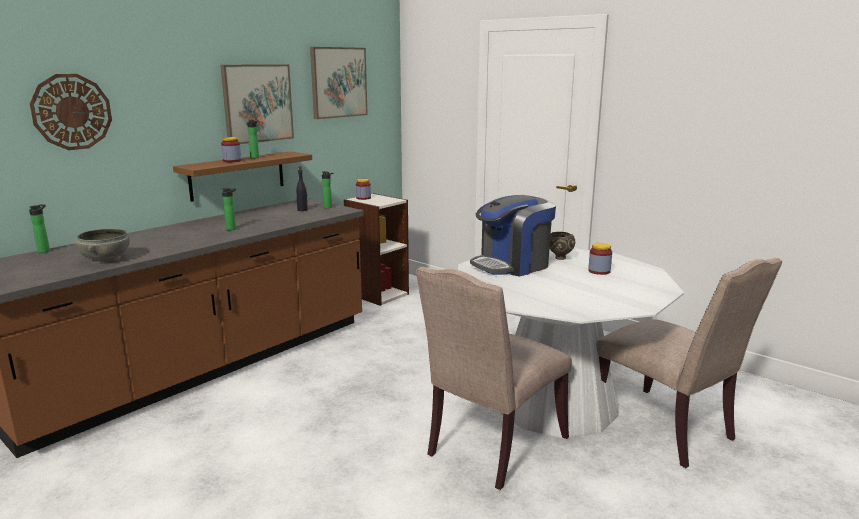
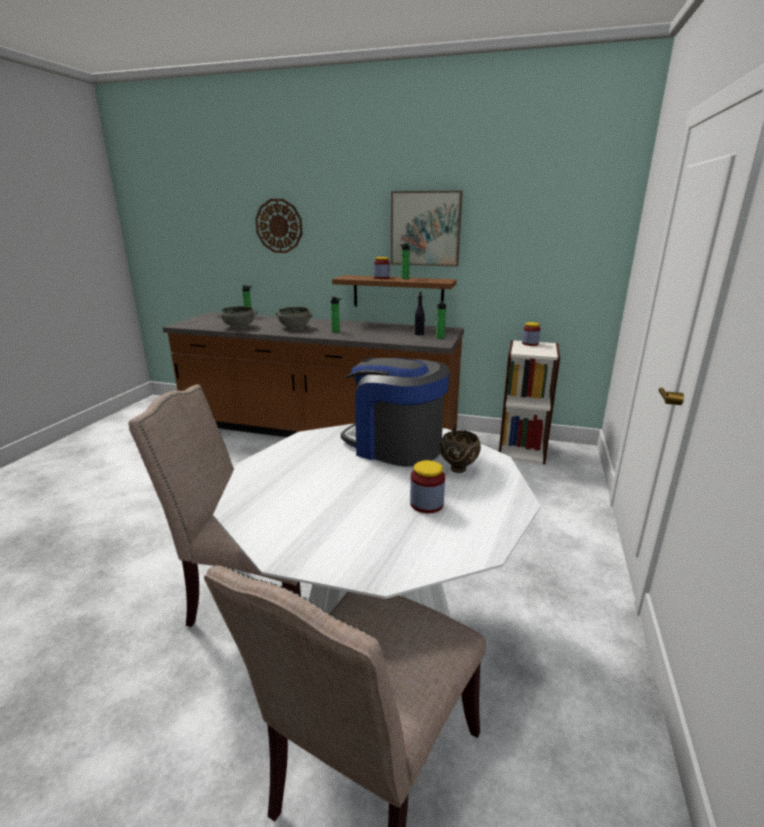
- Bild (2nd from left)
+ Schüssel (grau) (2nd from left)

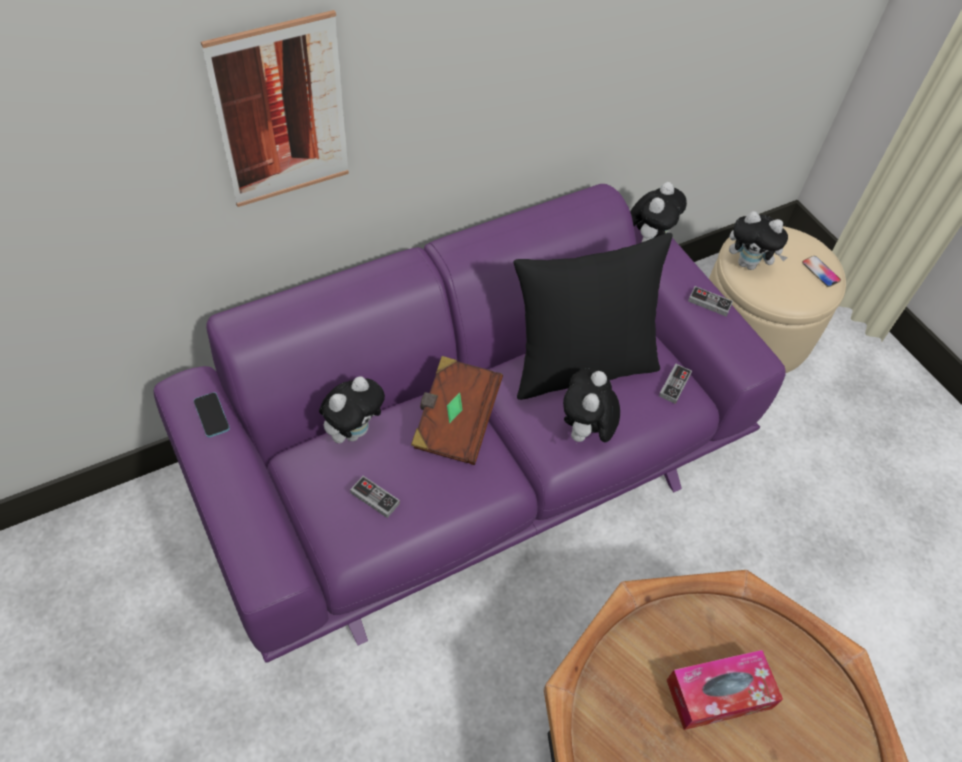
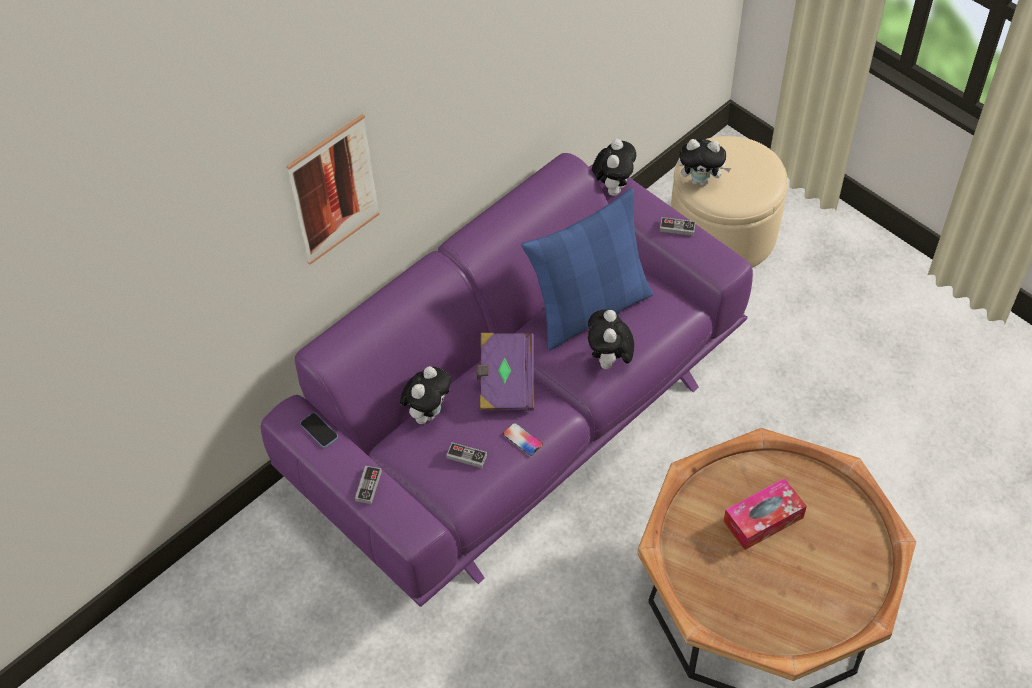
~ Buch (braun) to Buch (lila)
~ Kissen (schwarz) to Kissen (blau)
~ Gamepad (2nd from left in the first image) to Gamepad (1st from left)
~ Handy (2nd from left)

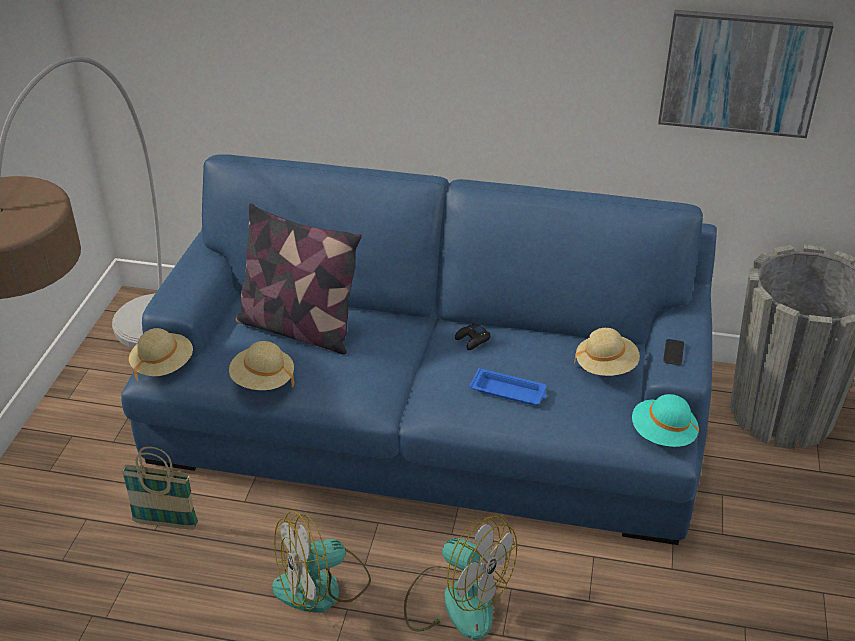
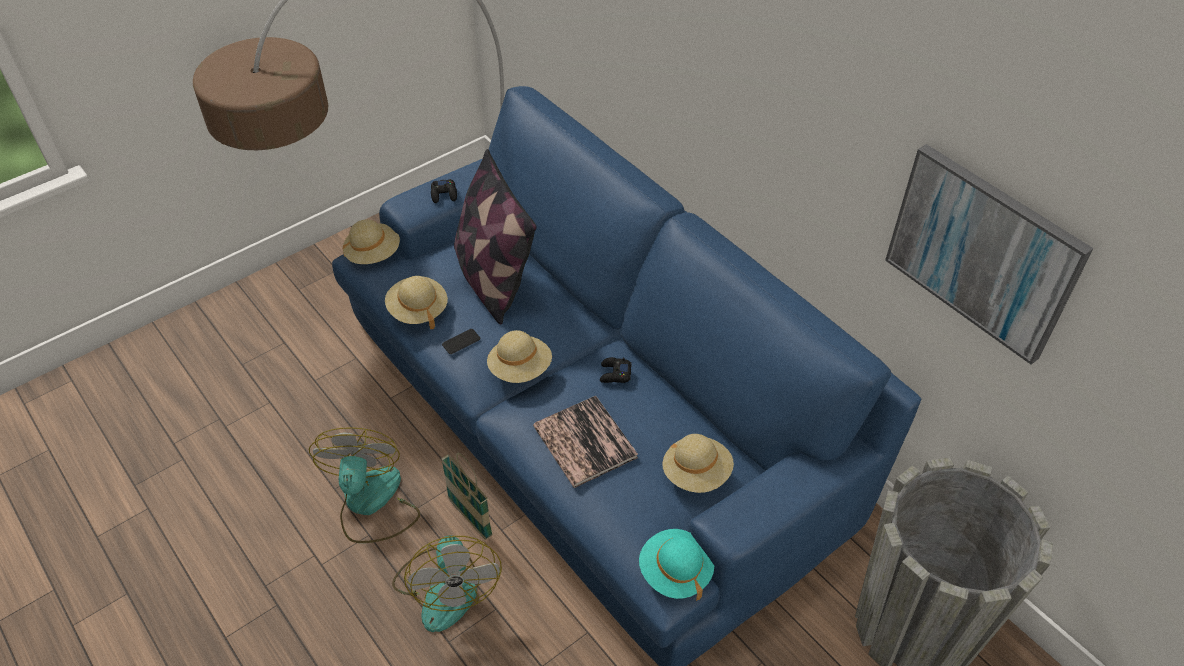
~ Korb
~ Ventilator (1st from left) 75 degrees clockwise
~ Tablett (blau) to Buch
~ Handy
+ Gamepad (schwarz) (1st from left)
+ Hut (beige) (3rd from left)

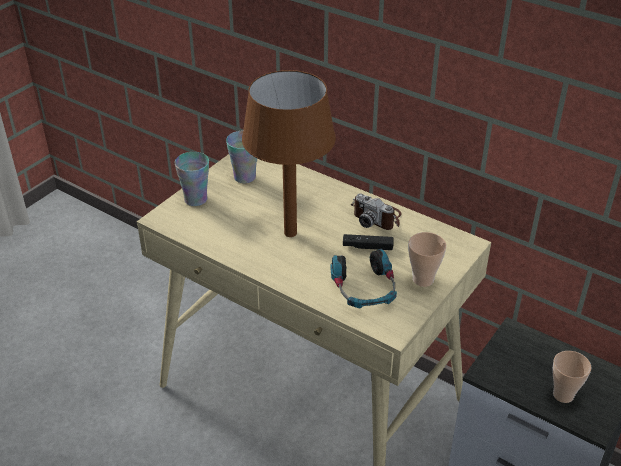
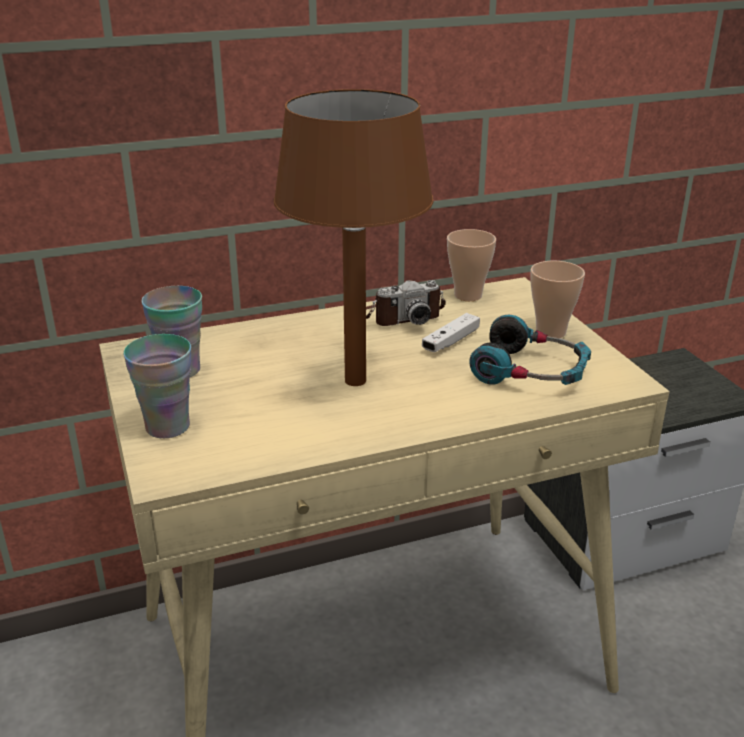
~ Gamepad (schwarz) to Gamepad (weiß)
~ Tasse (4th from left in the first image) to Tasse (3rd from left)

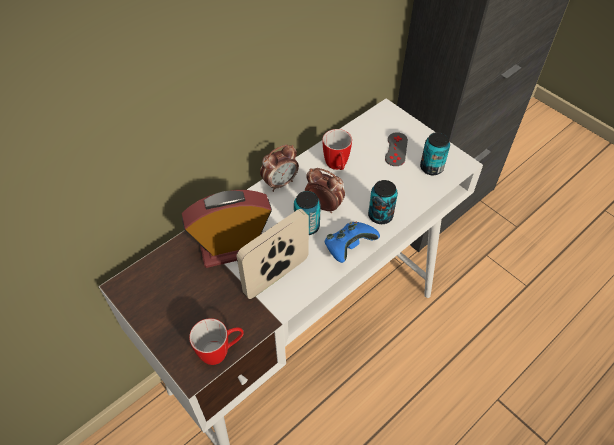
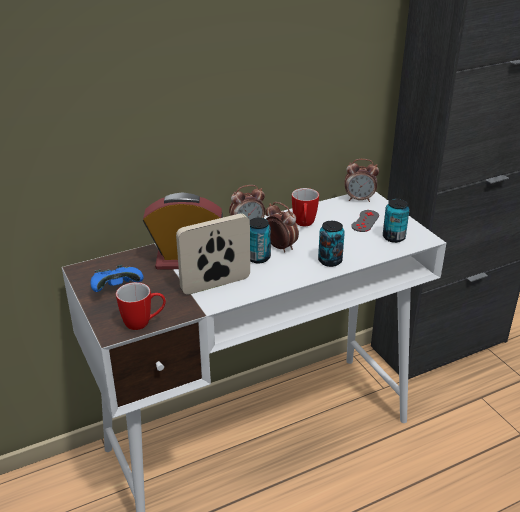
~ Gamepad (blau)
+ Wecker (4th from left)

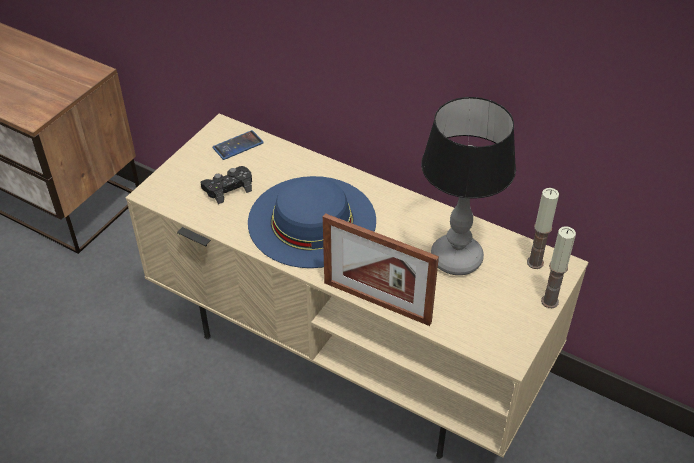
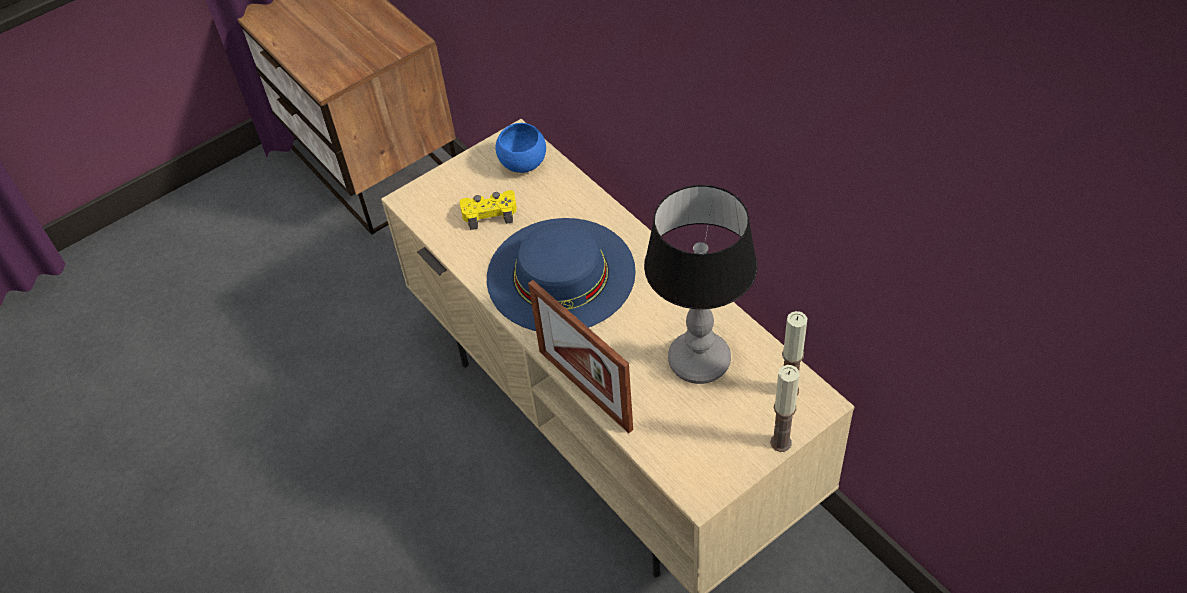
~ Gamepad (schwarz) to Gamepad (gelb)
~ Handy to Schüssel (blau)

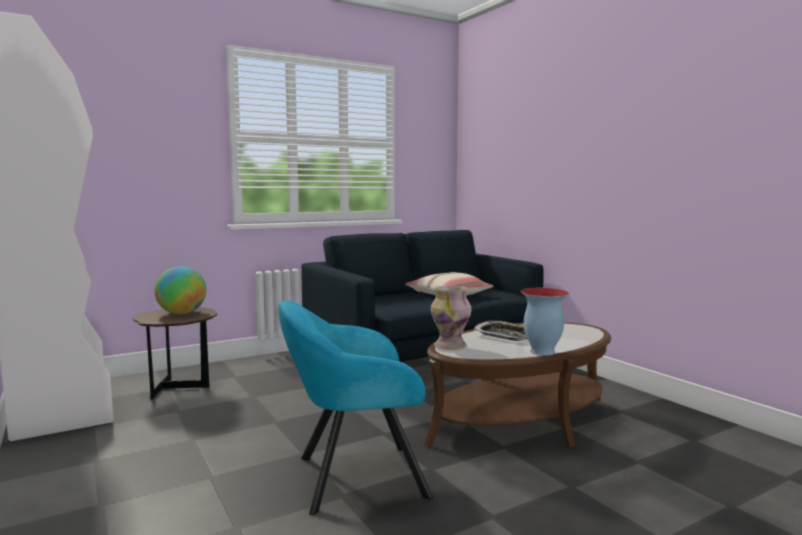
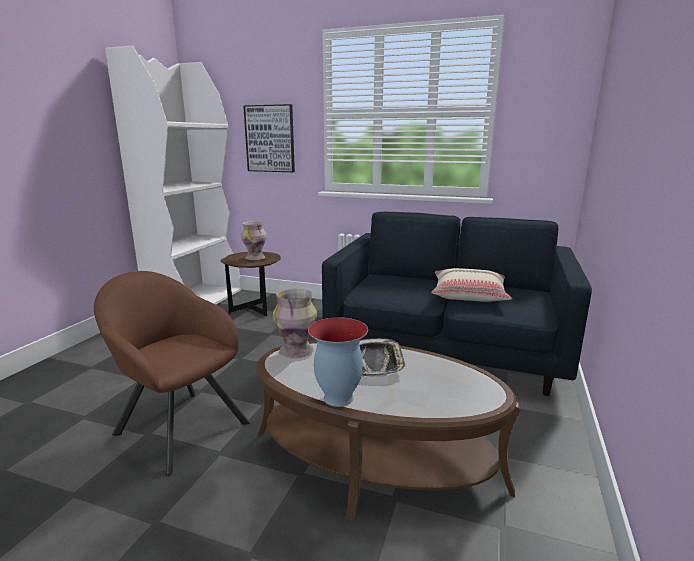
~ Globus to Vase (1st from left)
~ Sessel (türkis) to Sessel (braun)
+ Bild

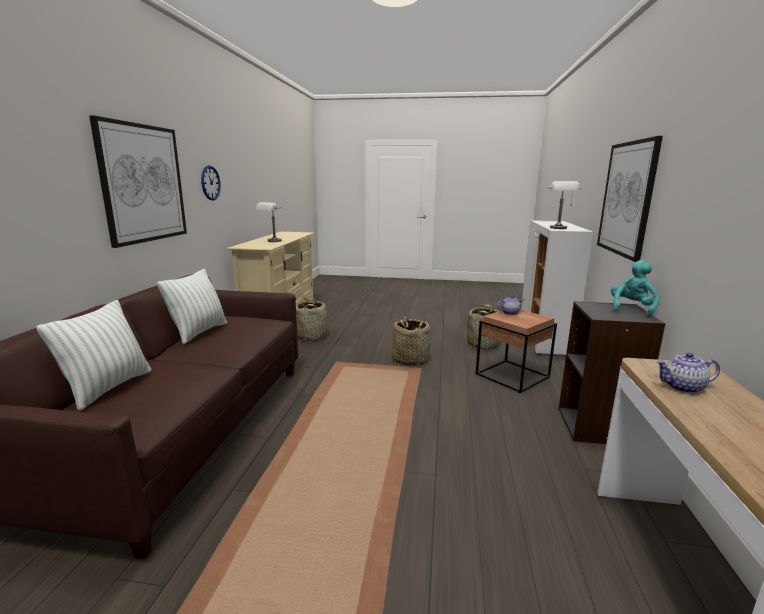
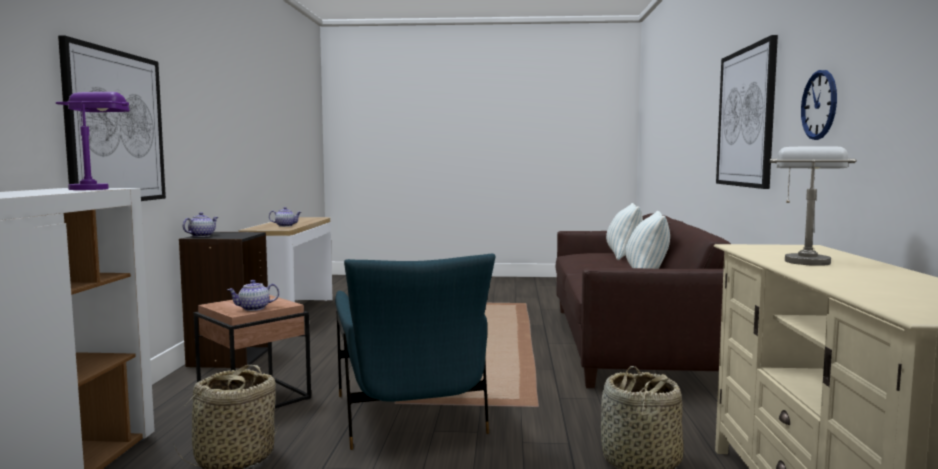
~ Korb (2nd from left) to Sessel (blau)
~ Tischlampe (grau) (2nd from left) to Tischlampe (lila)
~ Plüschtier (türkis) to Teekanne (1st from left)

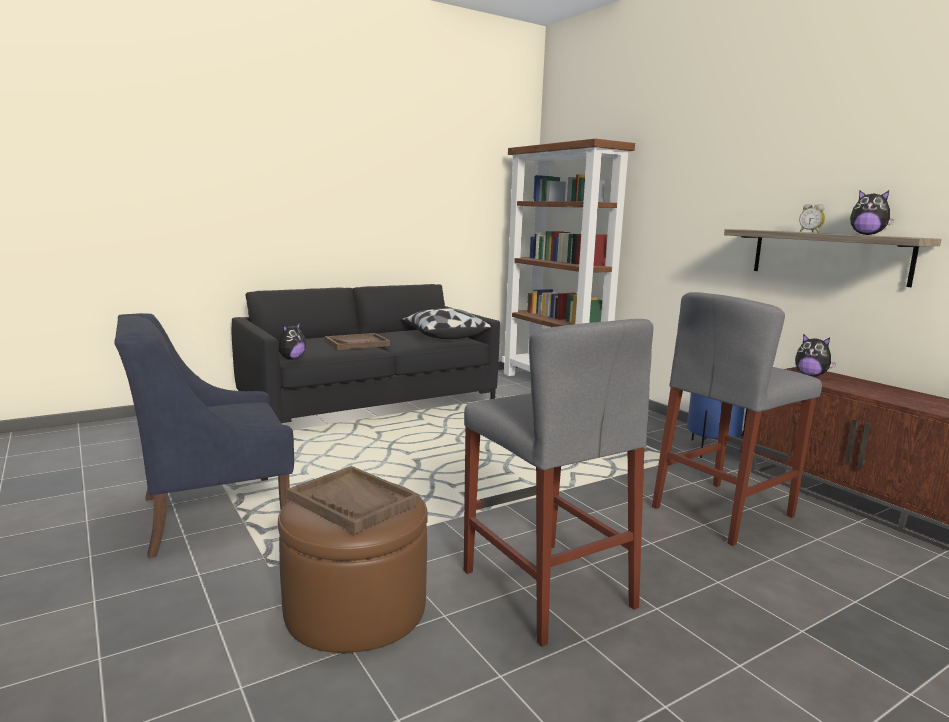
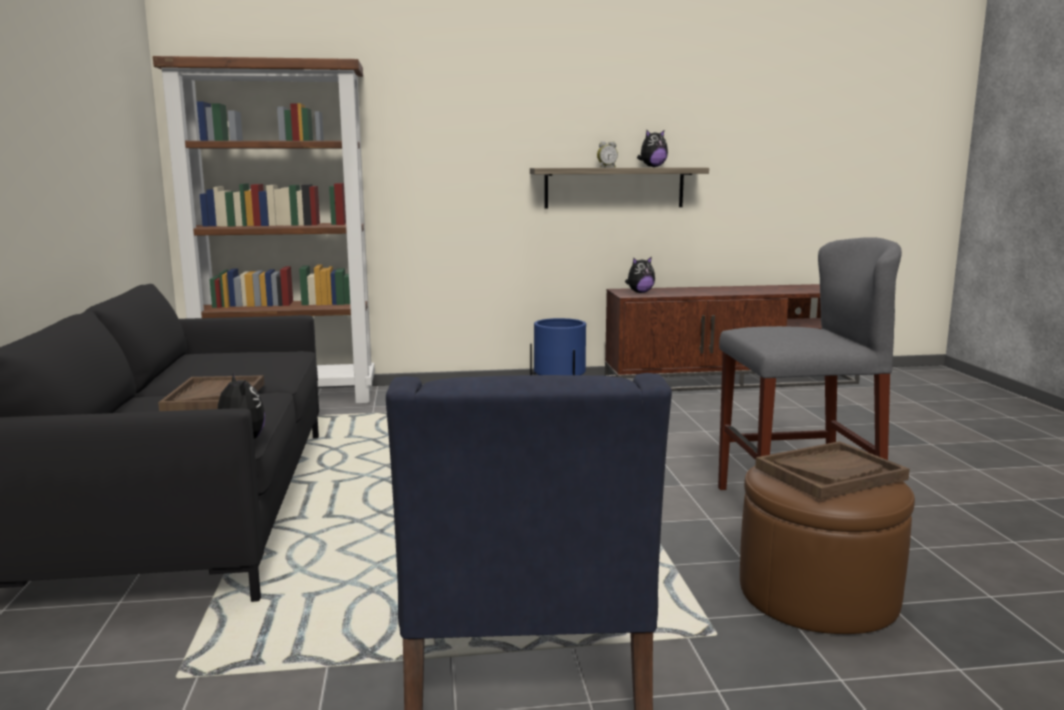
- Kissen
- Hocker (grau) (2nd from left)

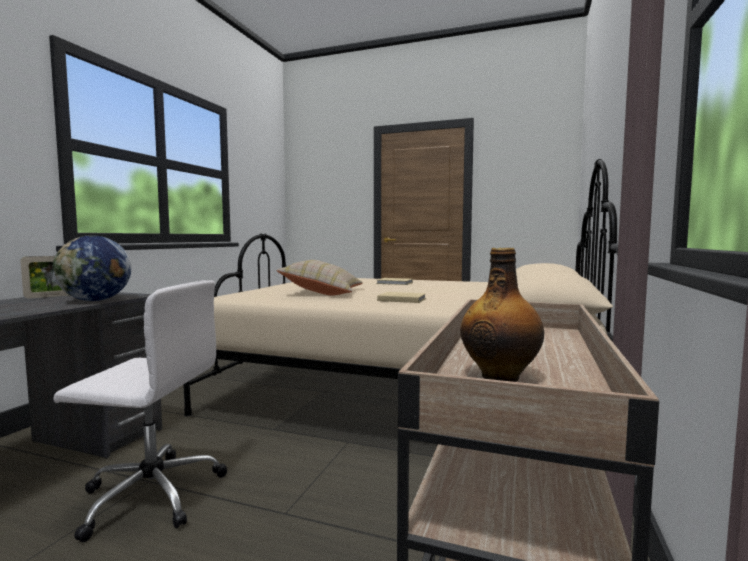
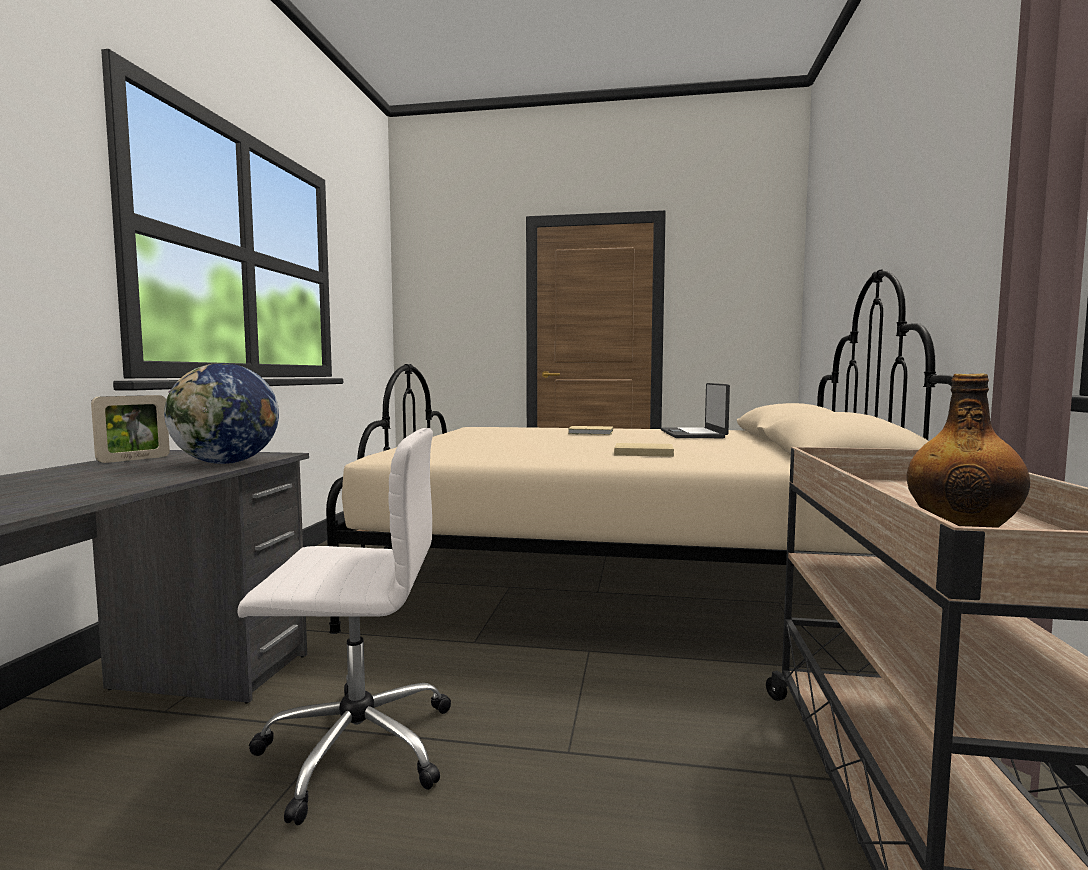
- Kissen (beige)
+ Laptop

